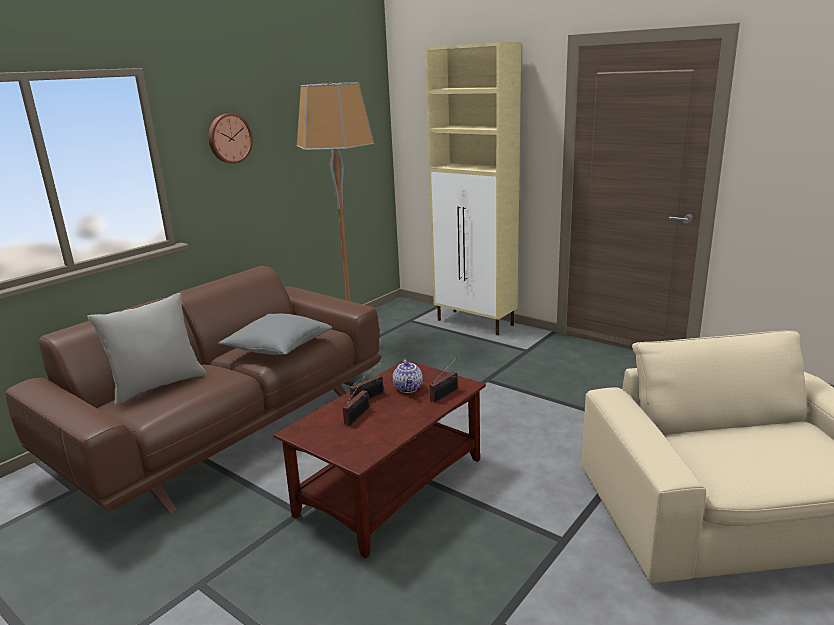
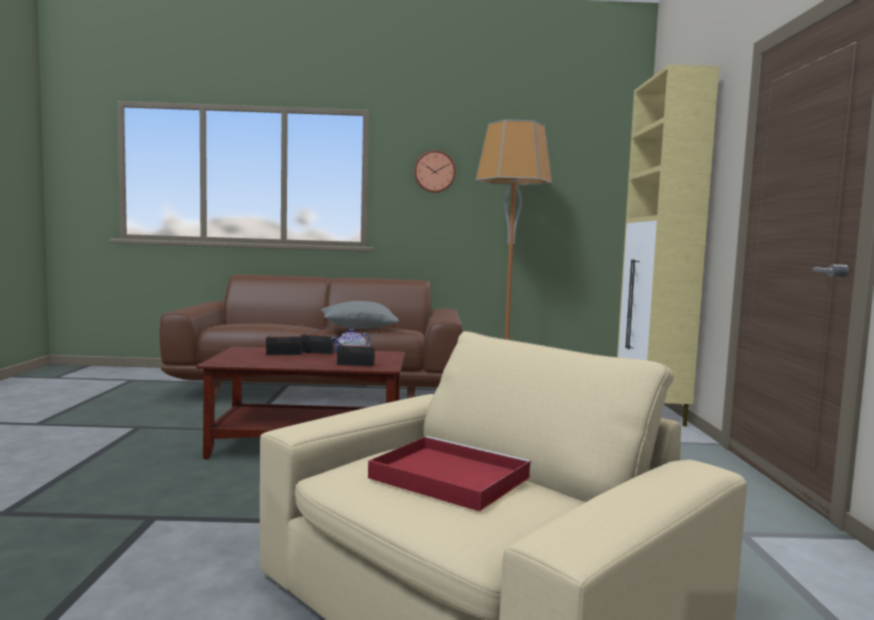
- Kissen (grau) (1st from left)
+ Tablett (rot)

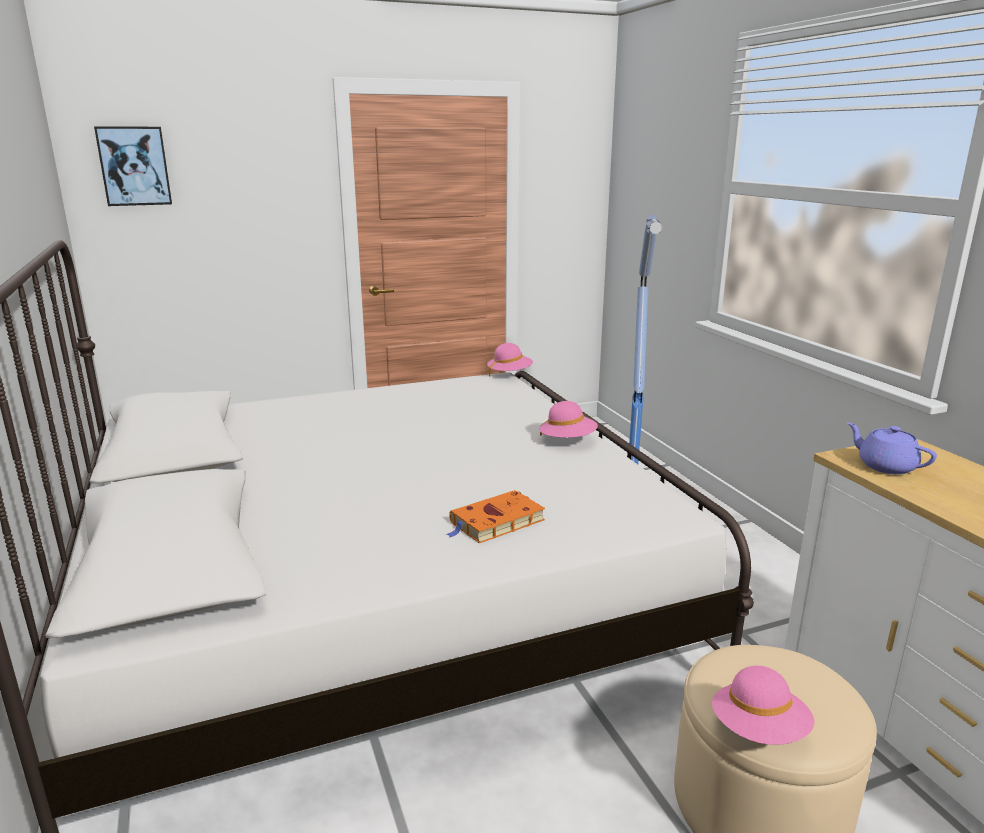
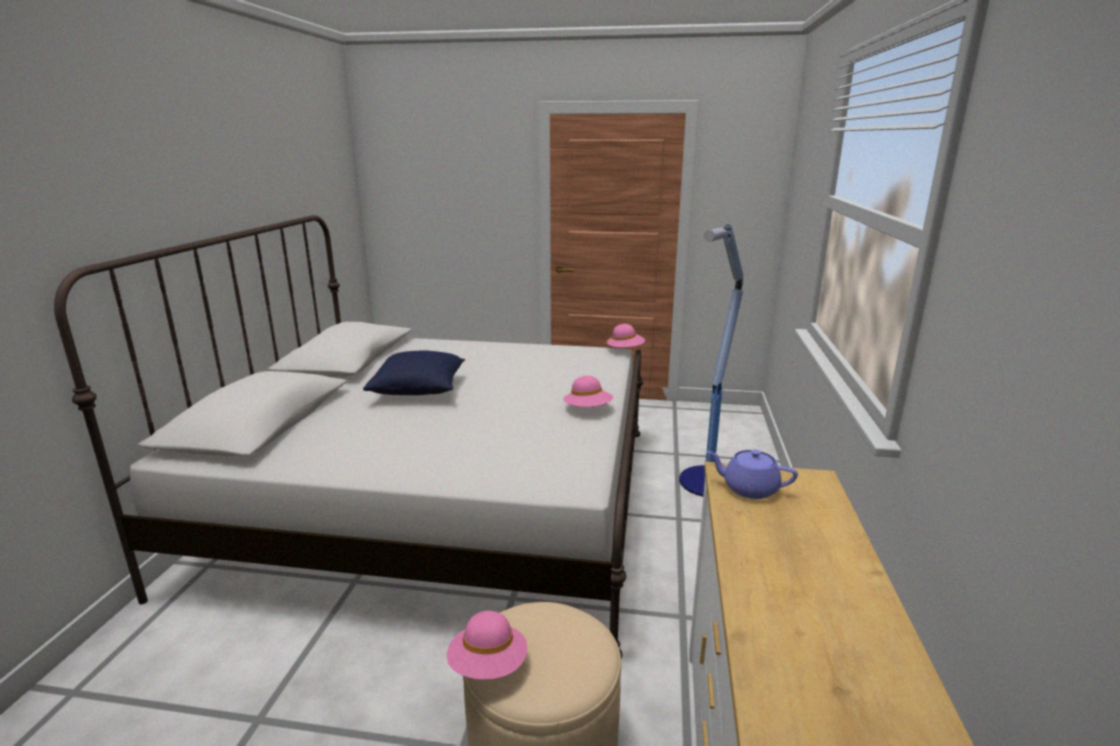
- Bild
- Buch (orange)
~ Teekanne (lila) 60 degrees counterclockwise
+ Kissen (blau)

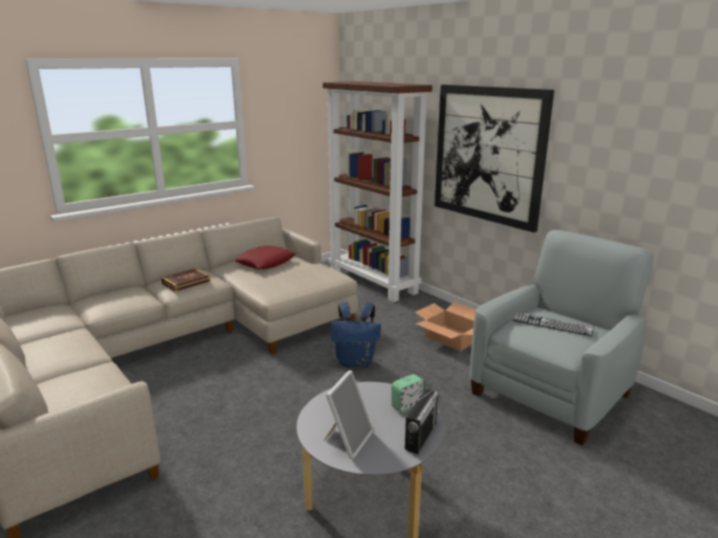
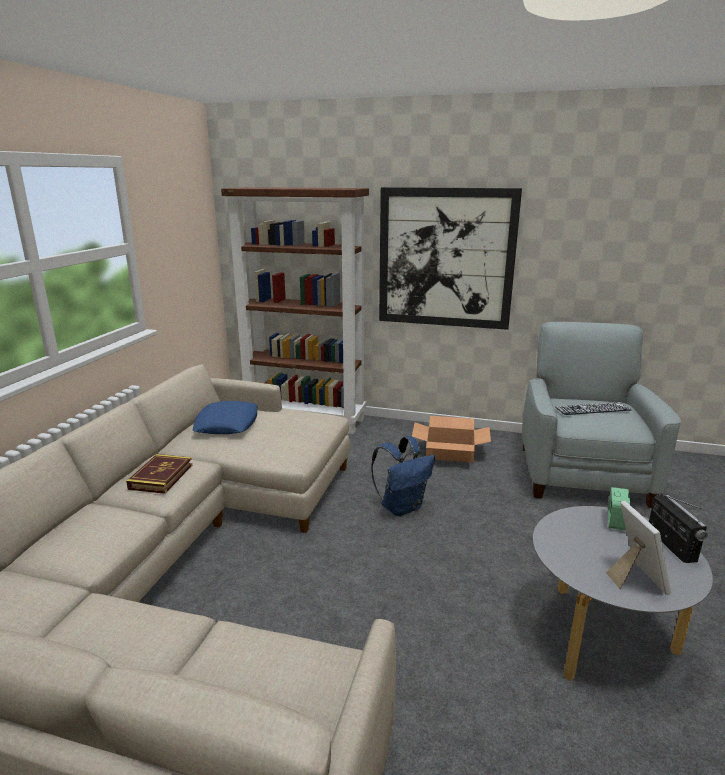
~ Kissen (rot) to Kissen (blau)

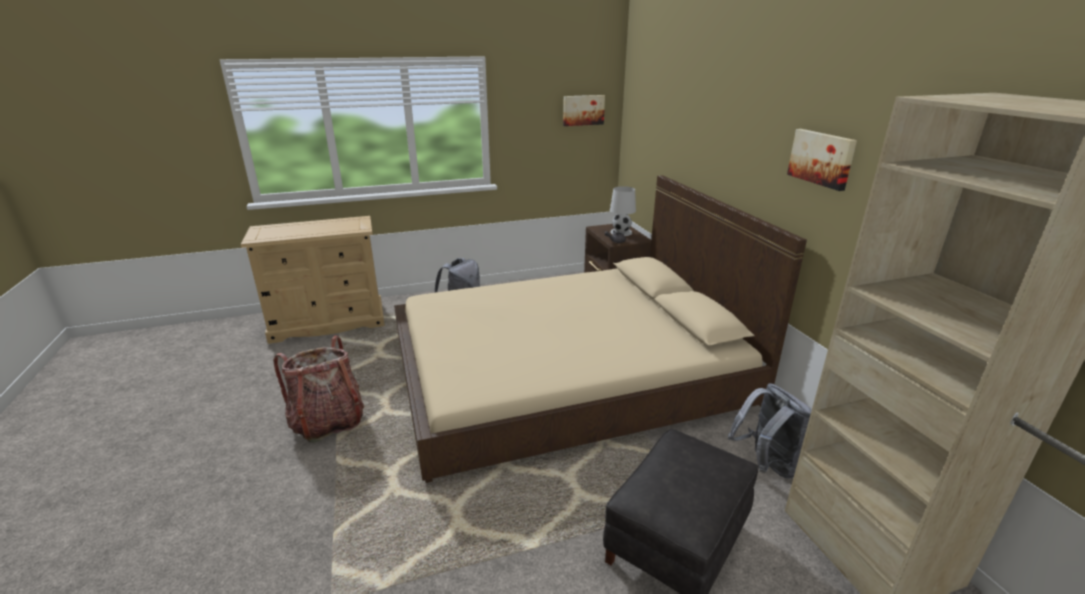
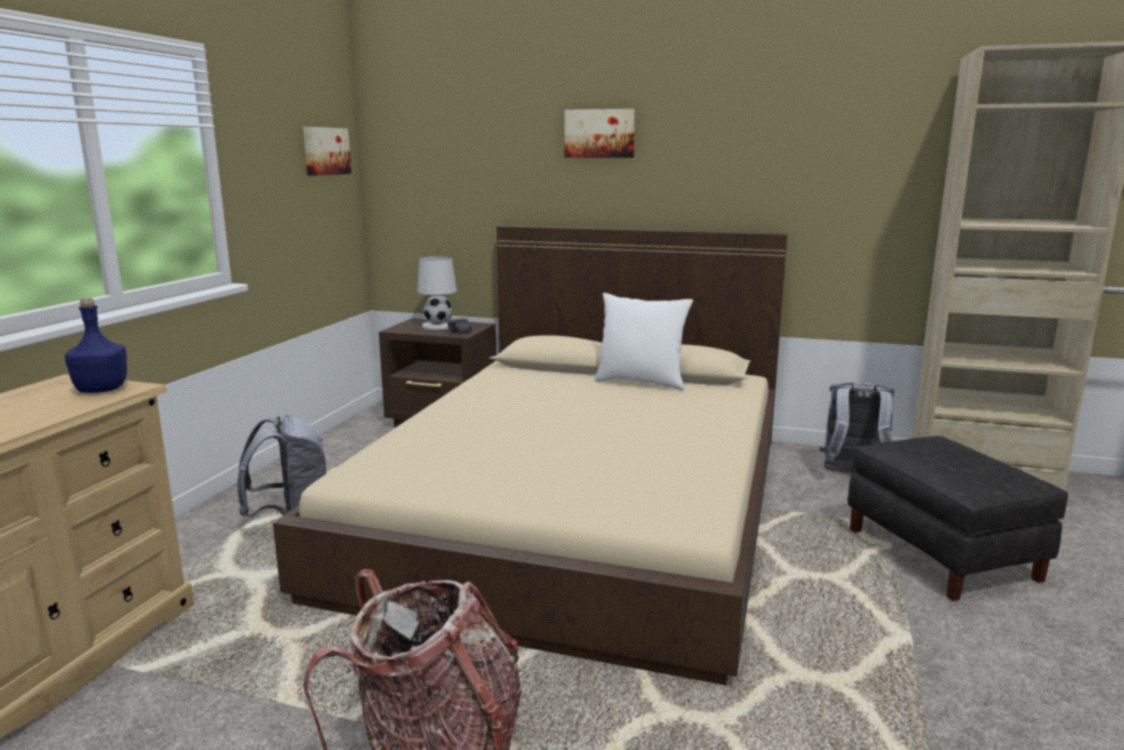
~ Bild (2nd from left)
+ Flasche (blau)
+ Kissen (weiß)

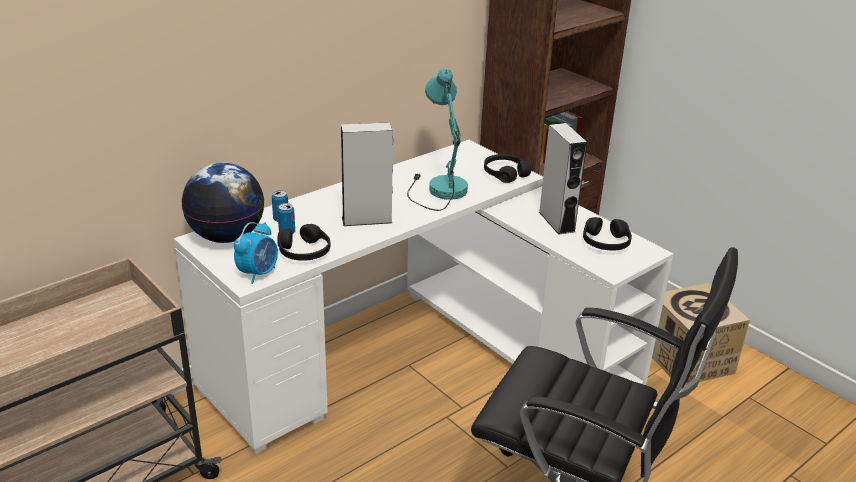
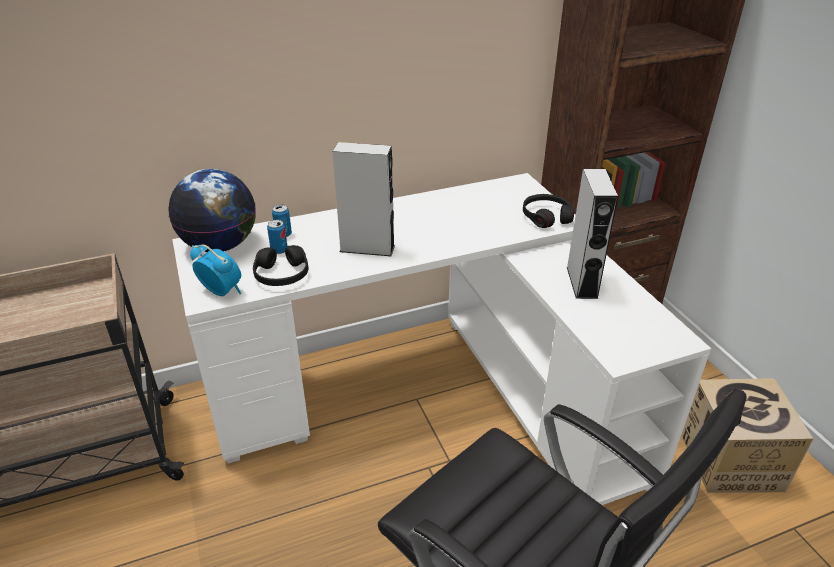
~ Wecker 105 degrees counterclockwise
- Tischlampe (türkis)
- Kopfhörer (schwarz) (3rd from left)

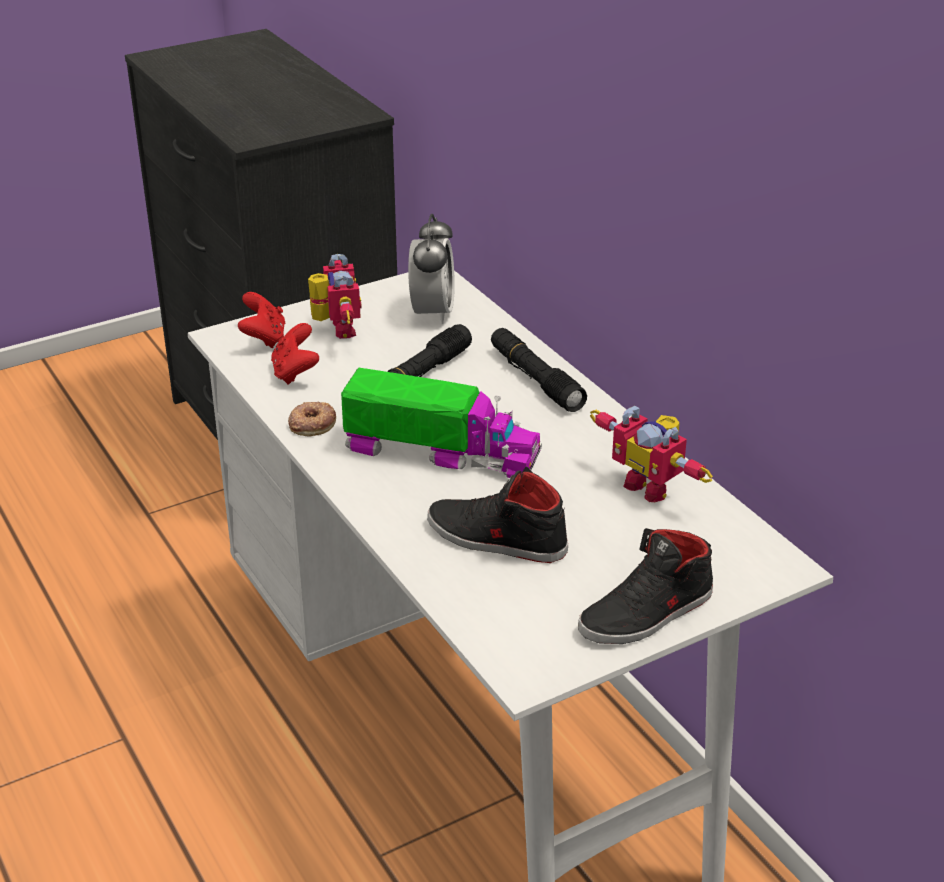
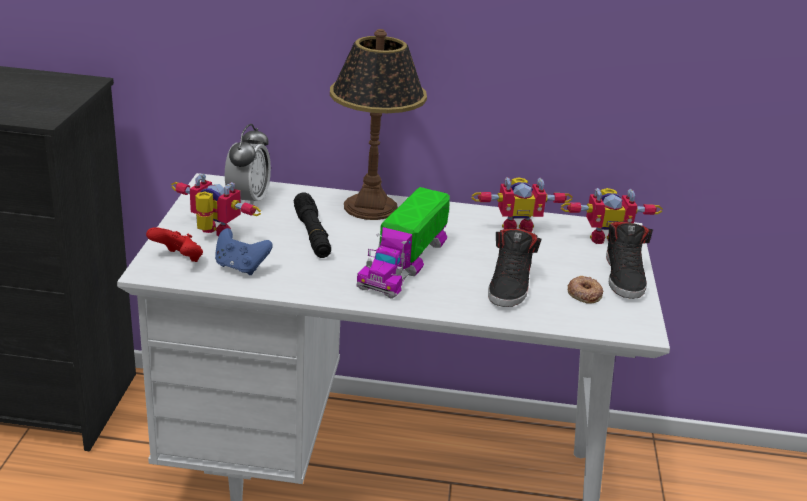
~ Gamepad (rot) (2nd from left) to Gamepad (blau)
~ Donut
~ Spielzeuglaster 150 degrees clockwise
~ Wecker 60 degrees clockwise
~ Schuh (schwarz) (1st from left) 45 degrees counterclockwise
~ Taschenlampe (schwarz) (2nd from left) to Tischlampe
+ Spielzeugroboter (3rd from left)

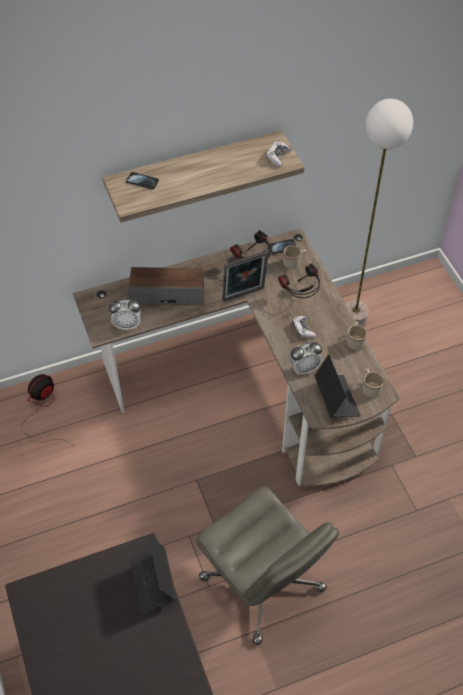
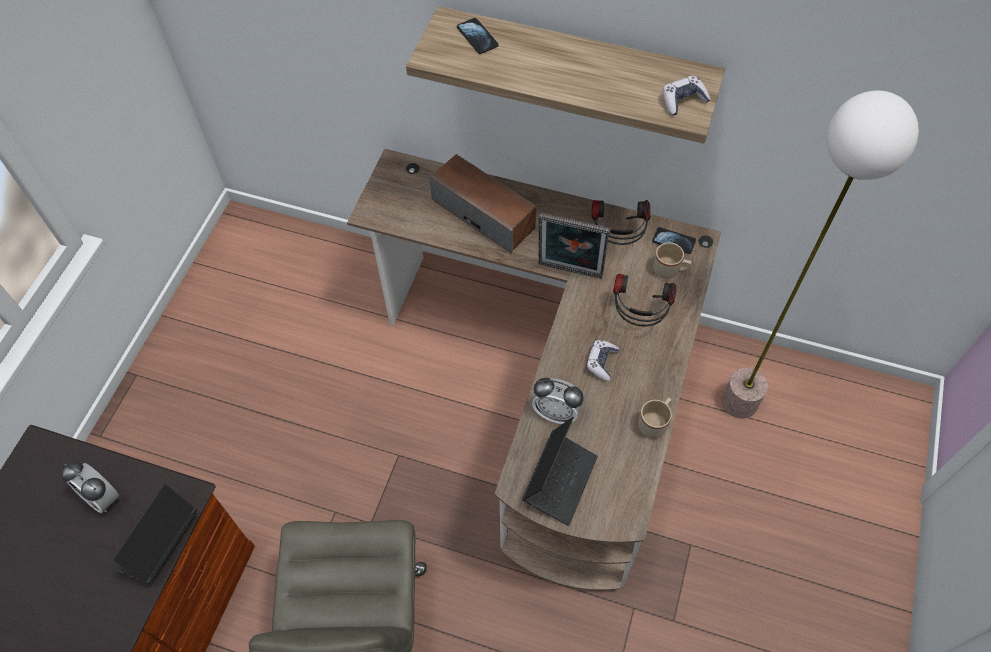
- Ventilator
~ Wecker (1st from left)
- Henkelbecher (beige) (3rd from left)

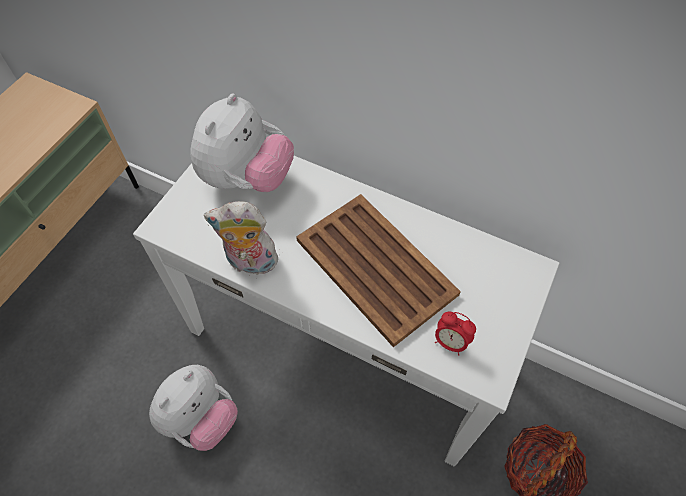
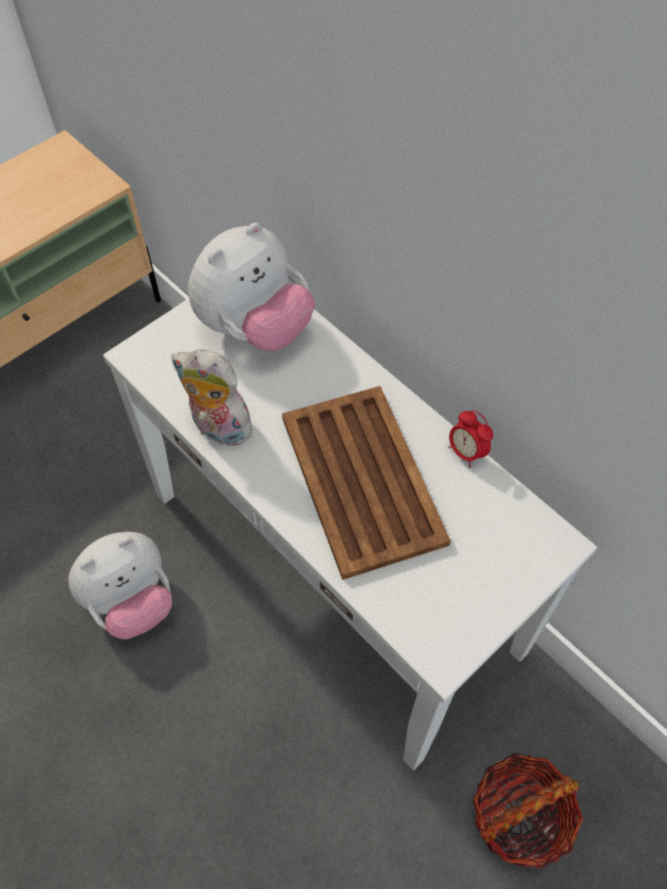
~ Wecker

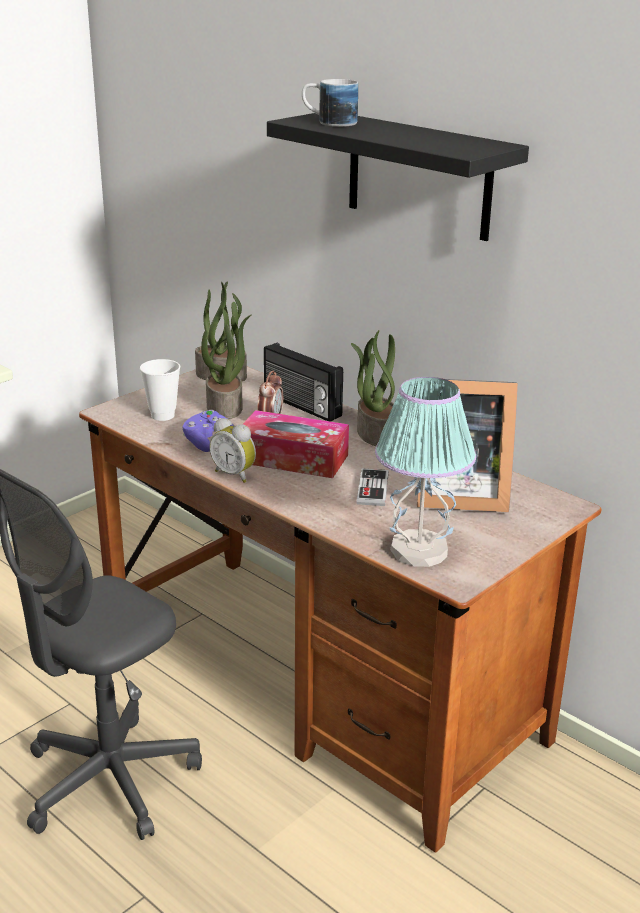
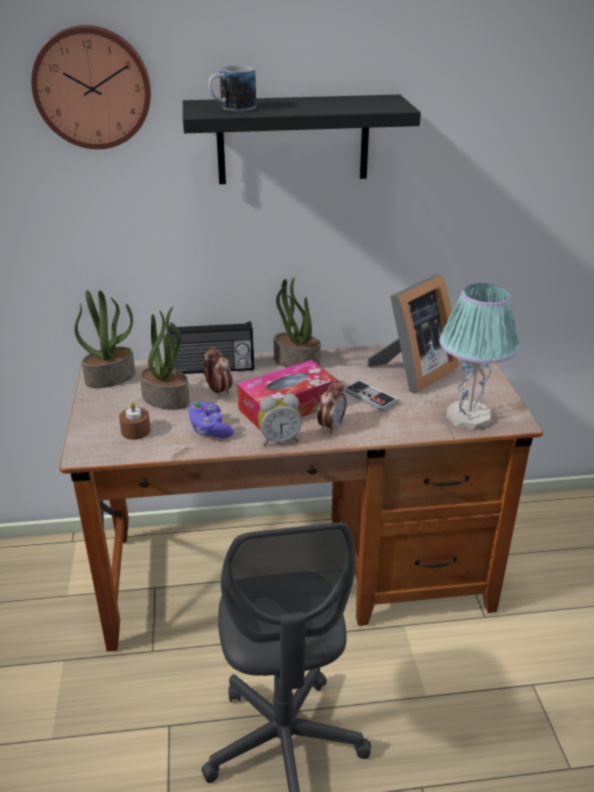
~ Tasse to Kerze (braun)
+ Wanduhr
+ Wecker (3rd from left)

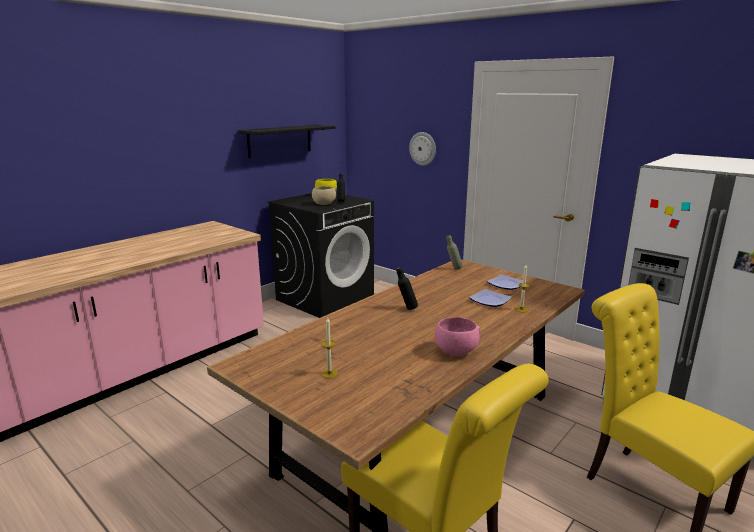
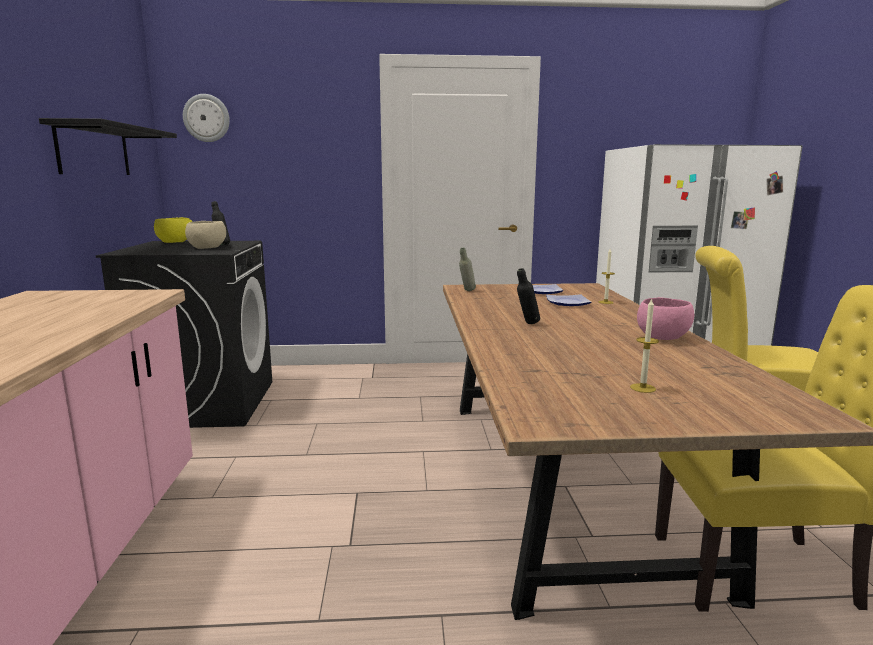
~ Wanduhr

